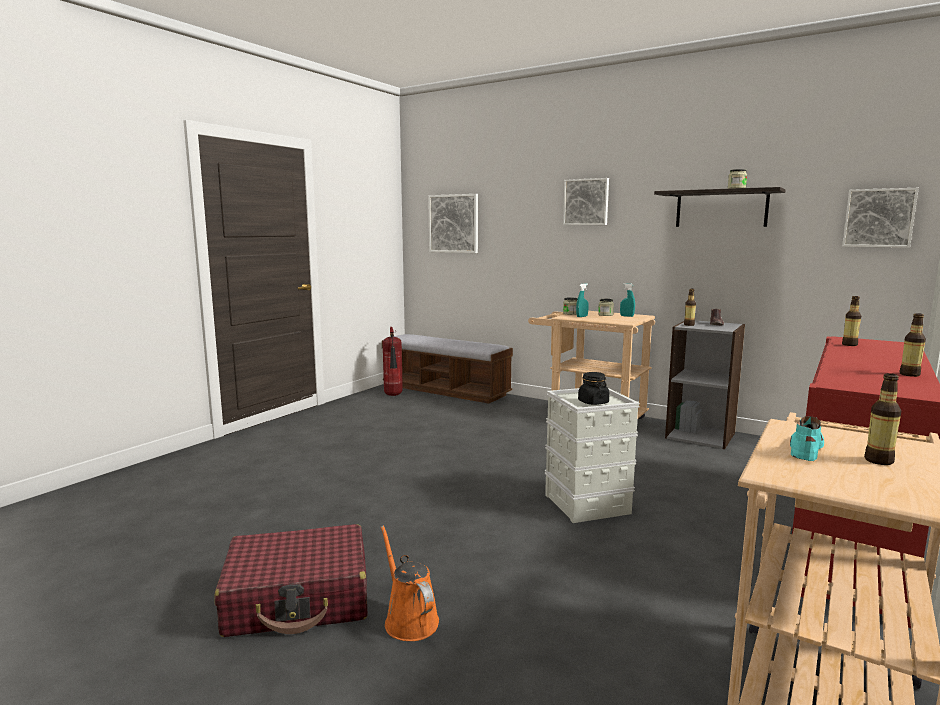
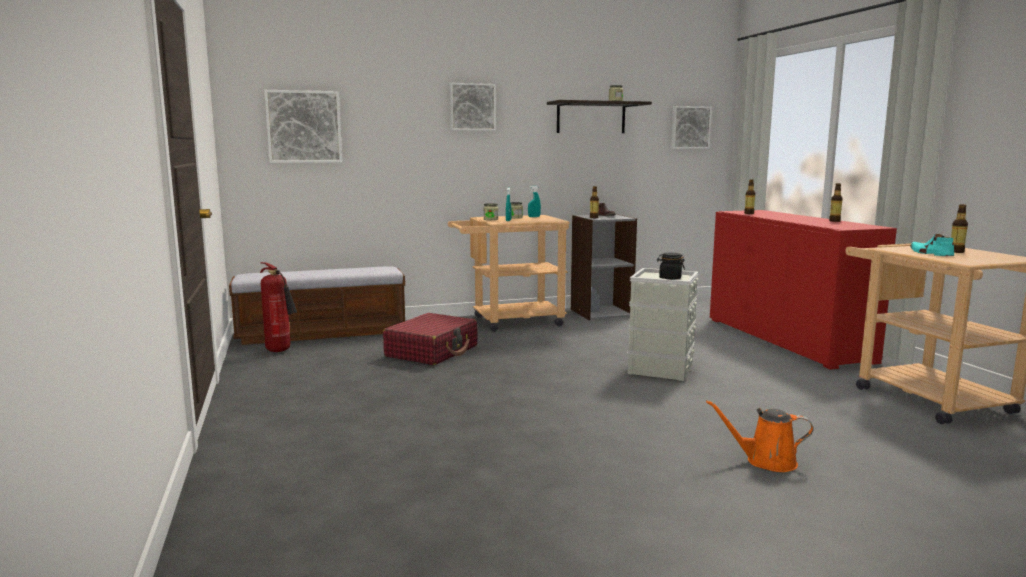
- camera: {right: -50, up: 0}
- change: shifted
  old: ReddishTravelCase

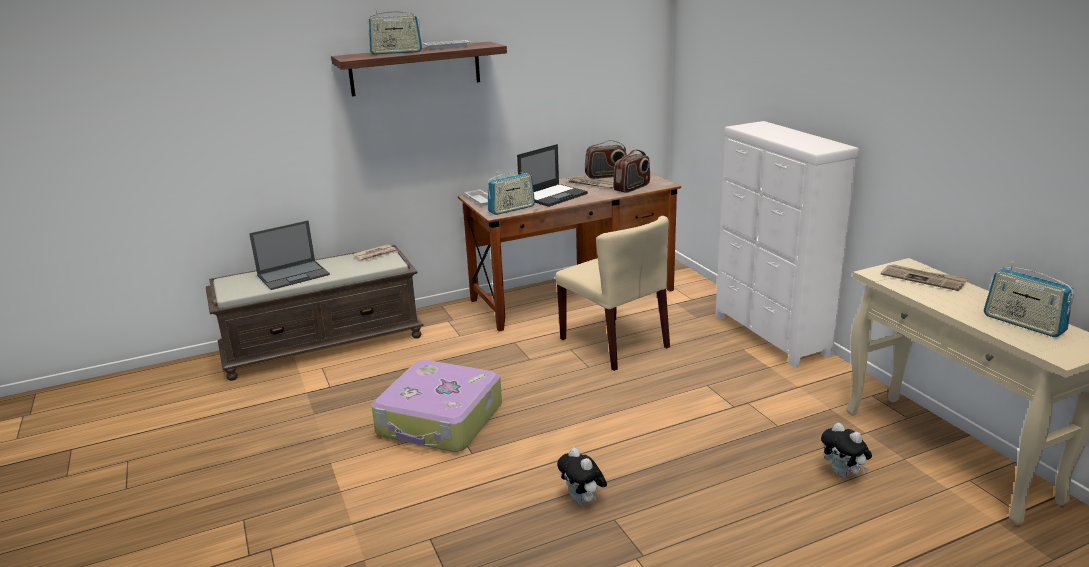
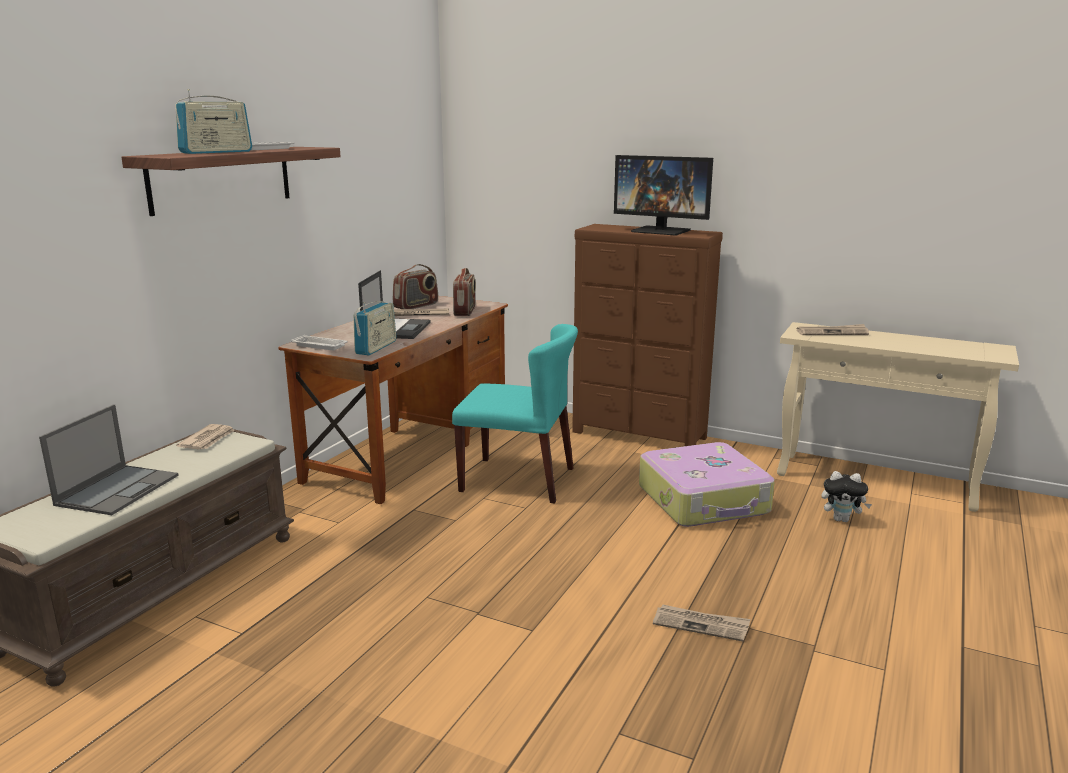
- camera: {right: -40, up: -5}
- change: repainted
  old: WhiteColouredDrawerChest
  new: BrownDrawerChest
- change: repainted
  old: BeigePlainChair
  new: BlueGreenPlainChair
- change: gone
  old: RadioReceiver (no. 5 from left)
- change: shifted
  old: TravelCase
- change: swapped
  old: PlushToy (no. 1 from left)
  new: PrintedPaper (no. 3 from left)
- change: new
  new: Monitor

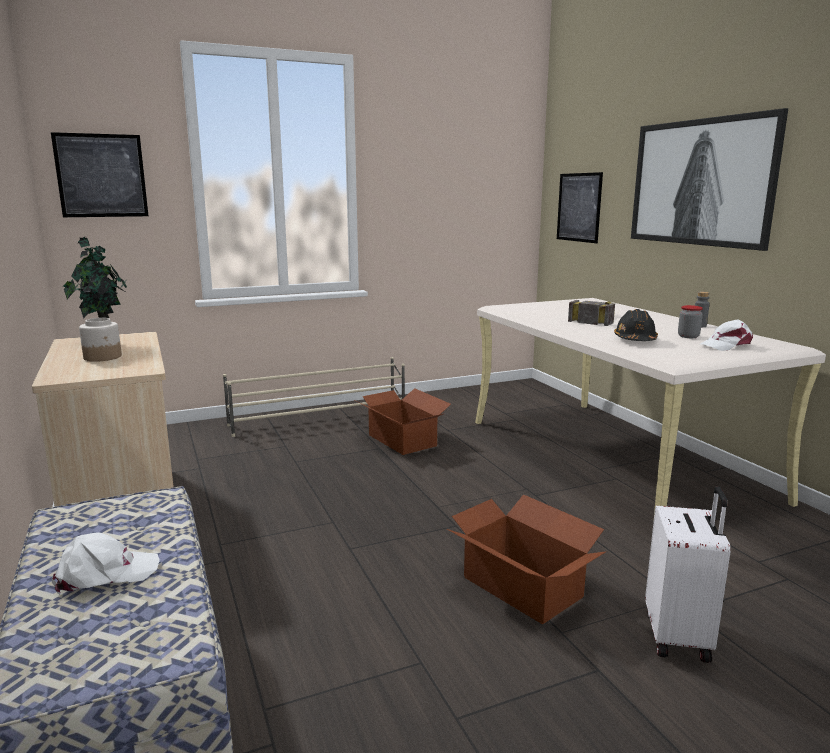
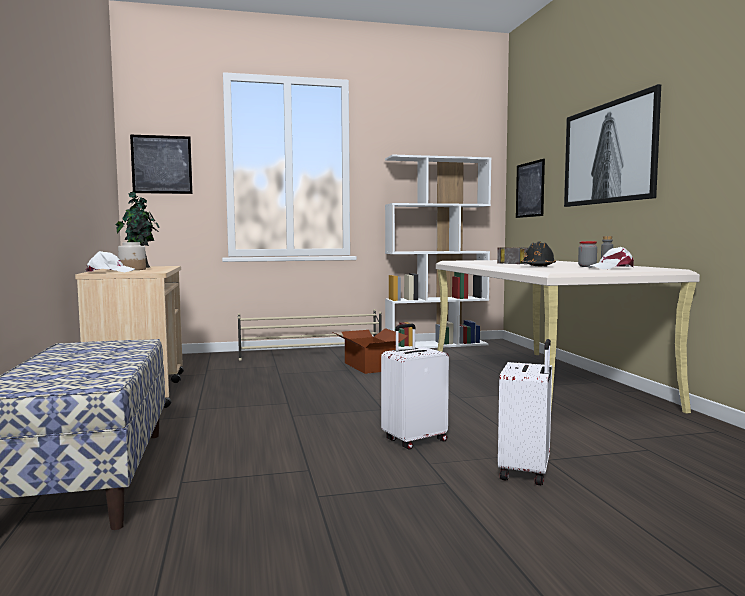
- camera: {right: 10, up: -10}
- change: swapped
  old: Carton (no. 2 from left)
  new: WhiteColouredTravelCase (no. 1 from left)
- change: shifted
  old: WhiteColouredCap (no. 1 from left)
- change: new
  new: WhiteColouredBookshelf

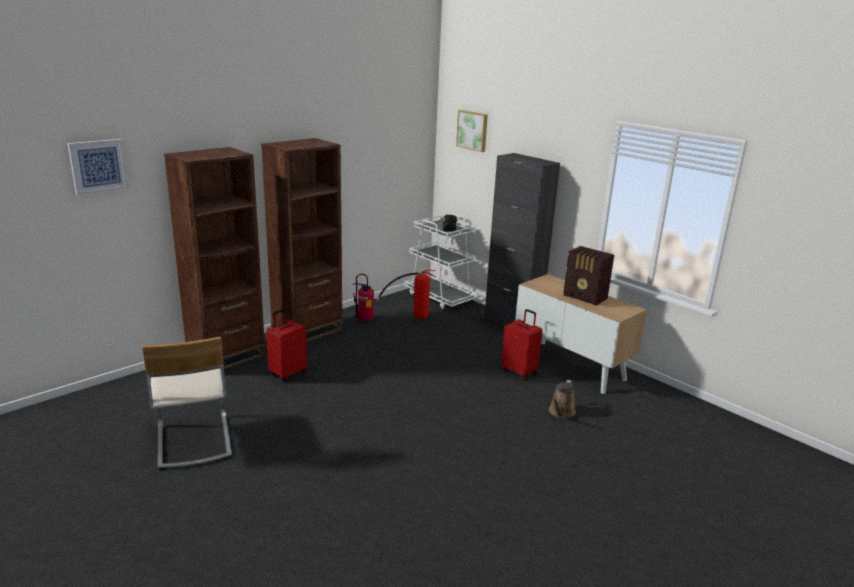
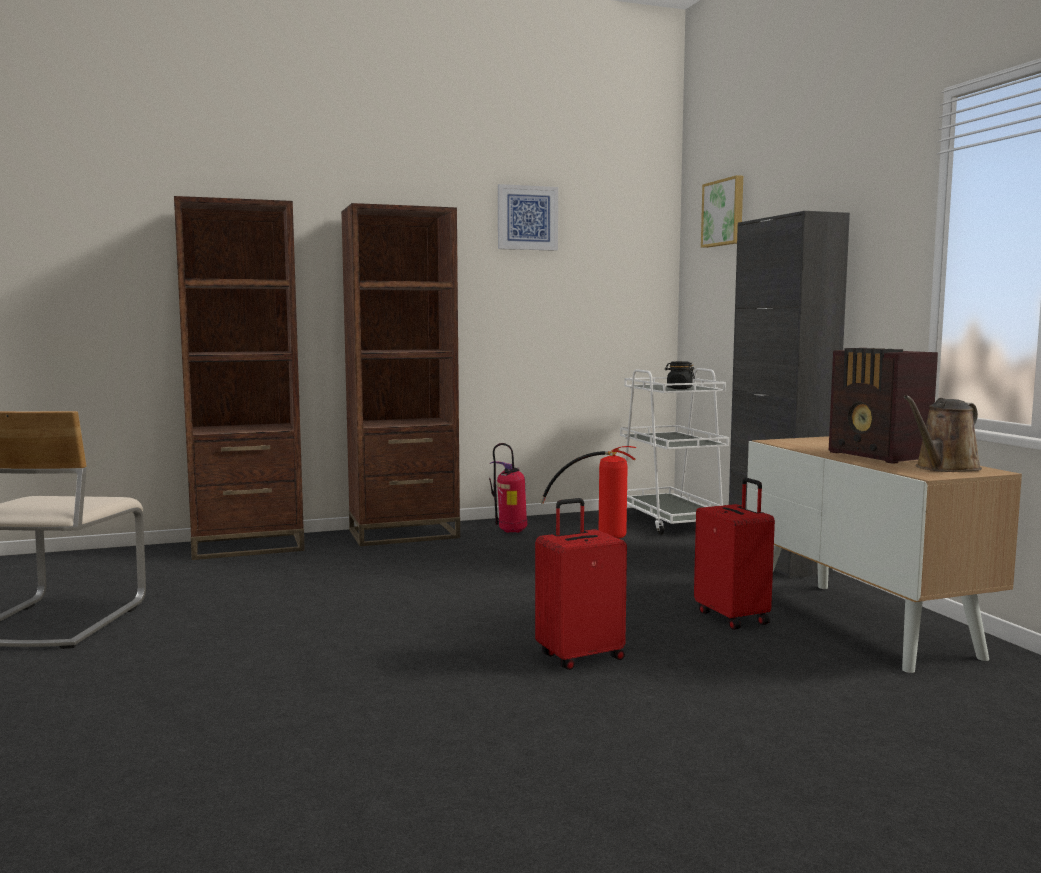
- camera: {right: 25, up: -15}
- change: shifted
  old: Picture (no. 1 from left)
- change: shifted
  old: ReddishTravelCase (no. 1 from left)
- change: shifted
  old: BrownWateringCan

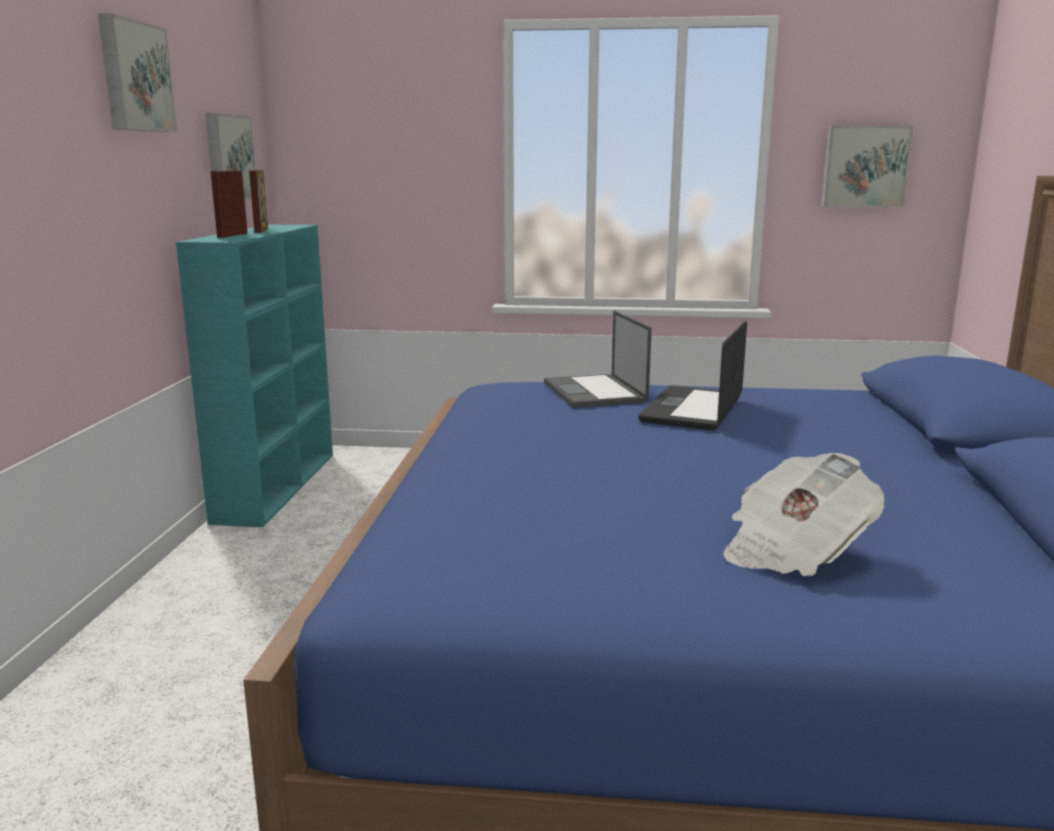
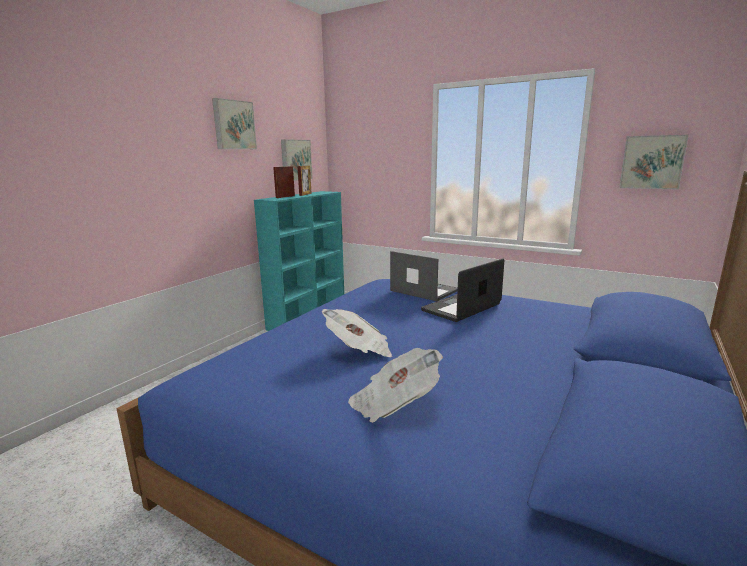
- camera: {right: 25, up: 0}
- change: rotated
  old: Laptop (no. 1 from left)
  degrees: 120
- change: new
  new: PrintedPaper (no. 1 from left)

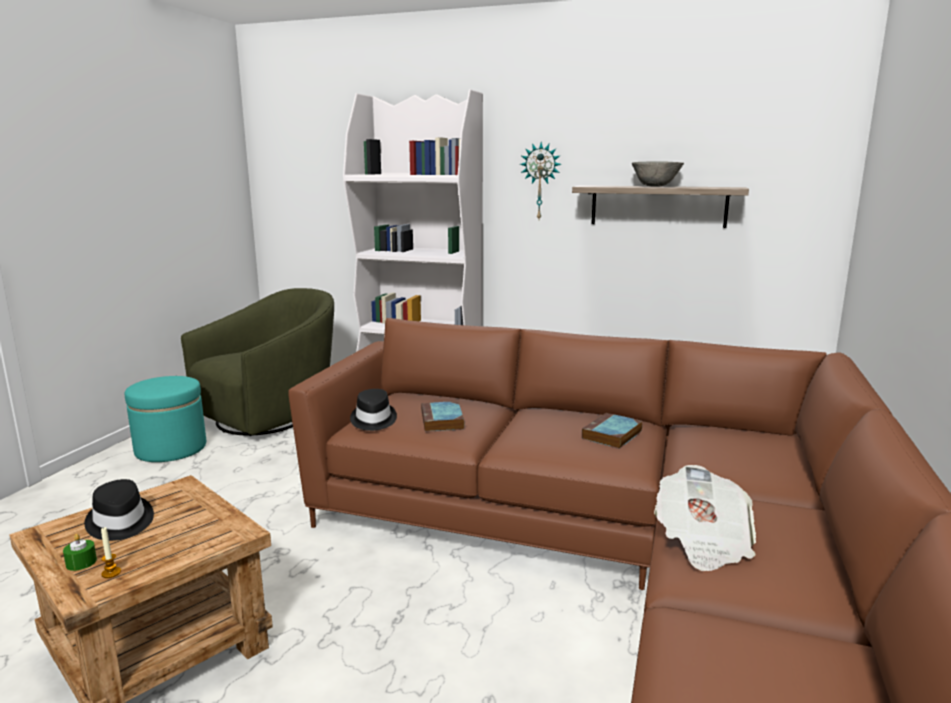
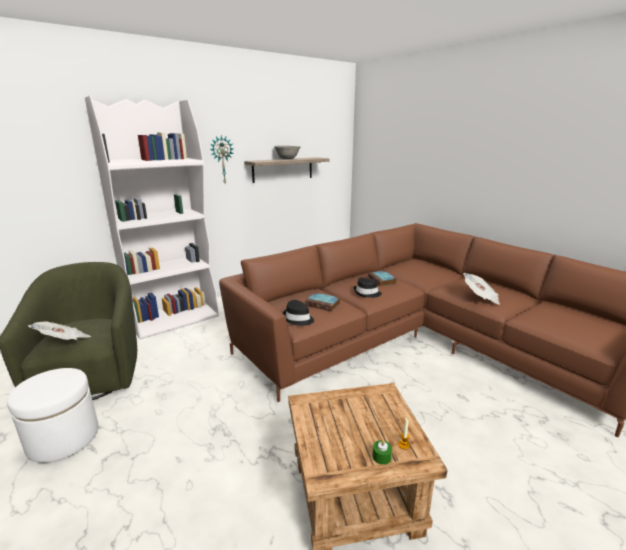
- camera: {right: -55, up: 5}
- change: repainted
  old: BlueGreenOttoman
  new: WhiteColouredOttoman
- change: shifted
  old: BlackishClothingHat (no. 1 from left in the first image)
  new: BlackishClothingHat (no. 2 from left)
- change: new
  new: PrintedPaper (no. 1 from left)

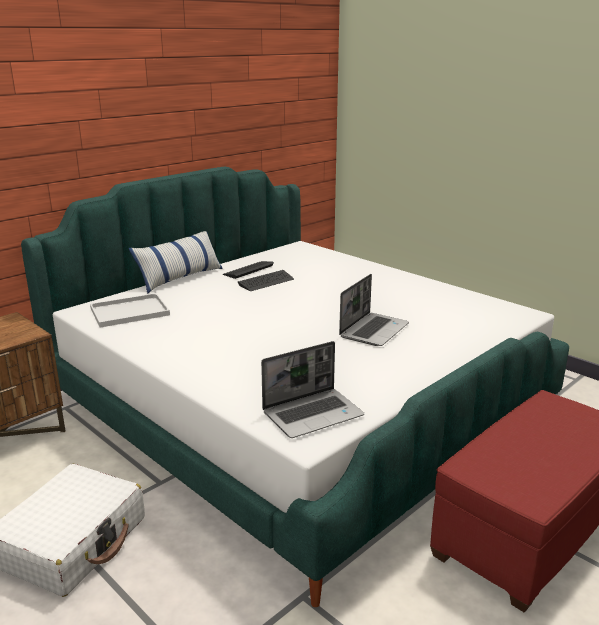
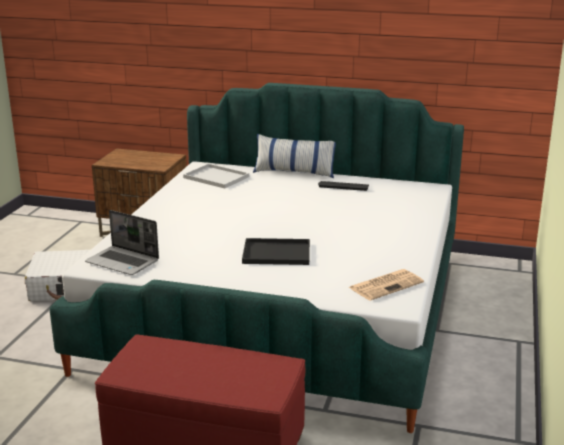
- camera: {right: 60, up: 0}
- change: gone
  old: ComputerKeyboard (no. 2 from left)
- change: swapped
  old: Laptop (no. 2 from left)
  new: BlackishCarryingTray
- change: new
  new: PrintedPaper

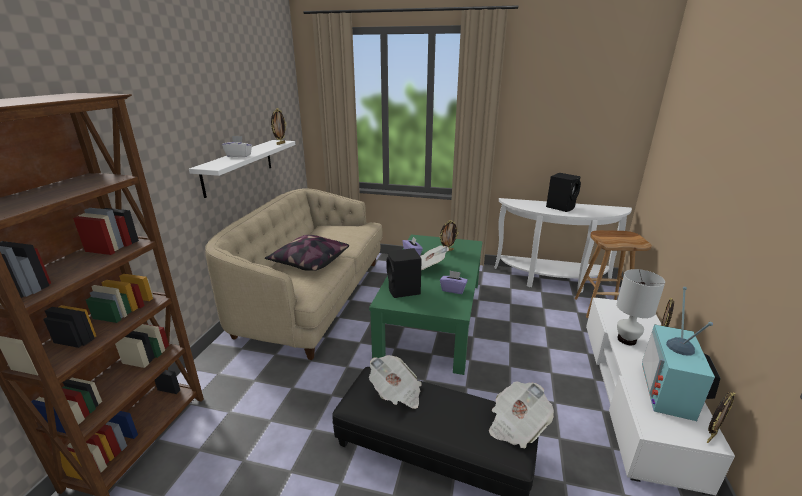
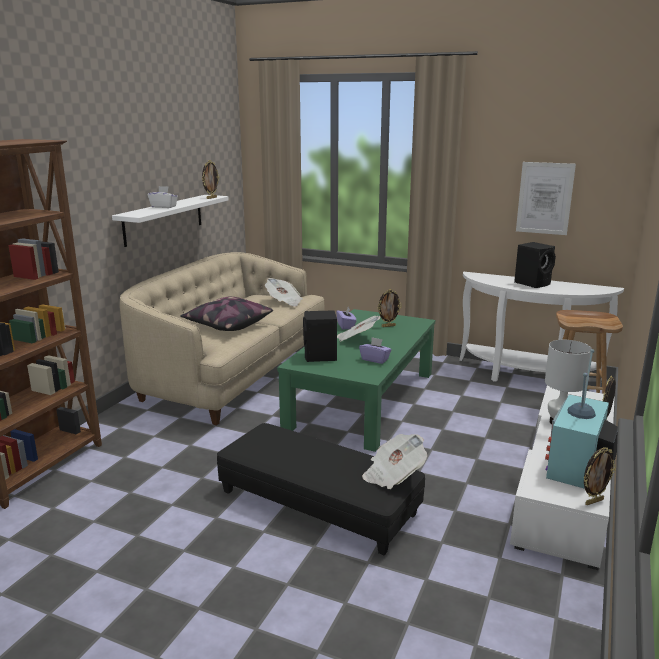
- camera: {right: 10, up: -5}
- change: shifted
  old: PrintedPaper (no. 1 from left)
- change: new
  new: Picture

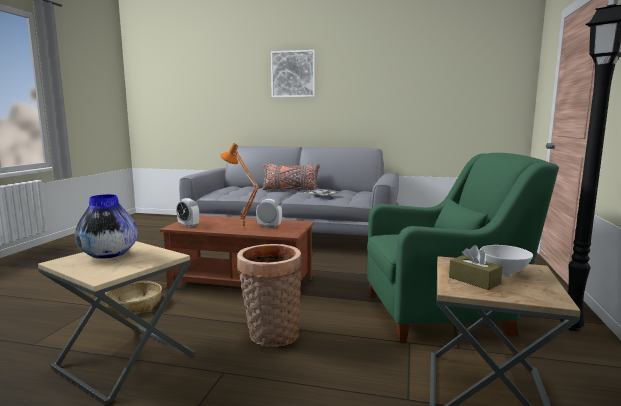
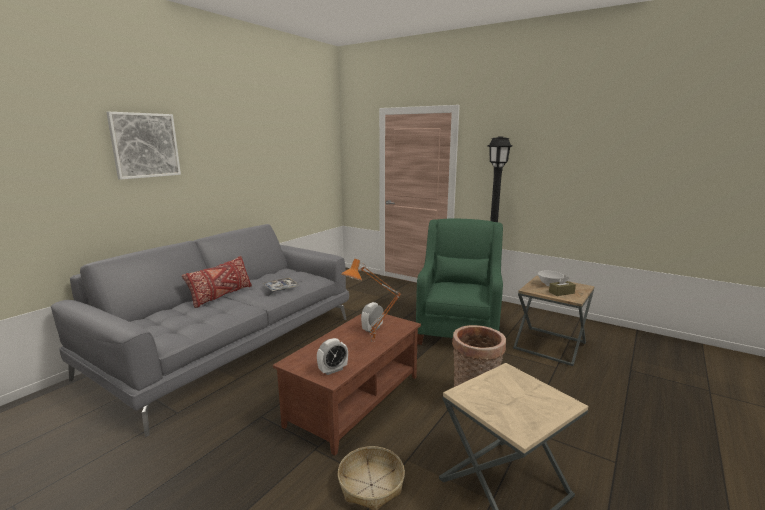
- camera: {right: -70, up: 5}
- change: repainted
  old: GreyishPillow
  new: ReddishPillow
- change: gone
  old: Vase

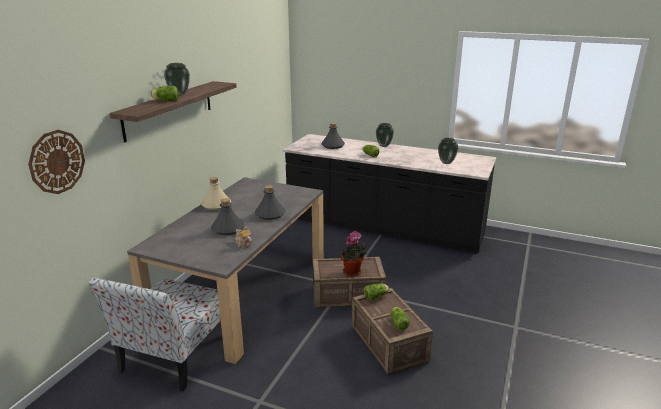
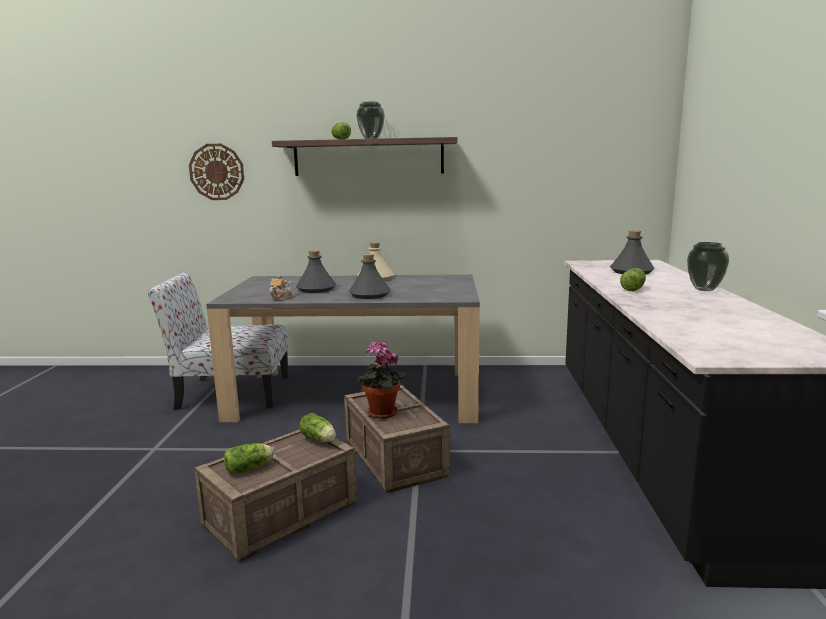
- camera: {right: 70, up: -10}
- change: gone
  old: Vase (no. 3 from left)

